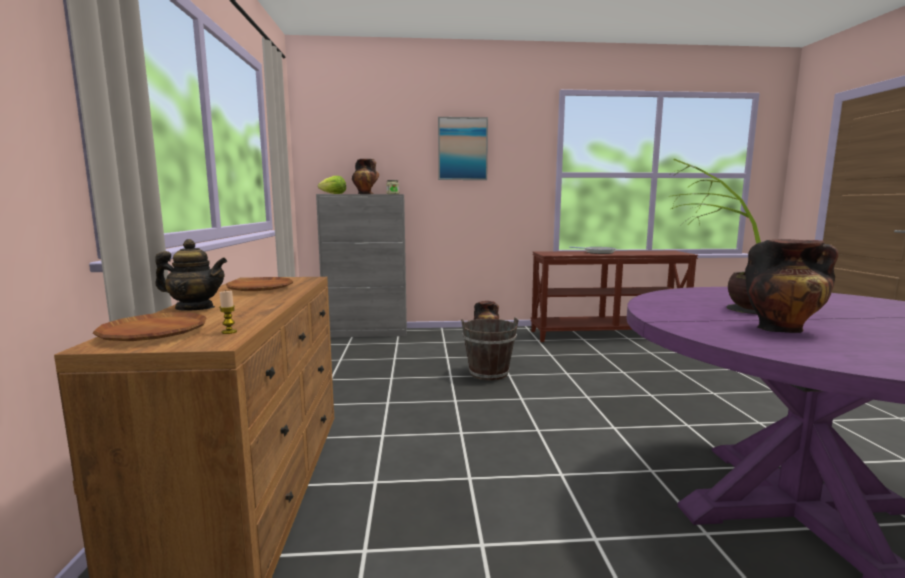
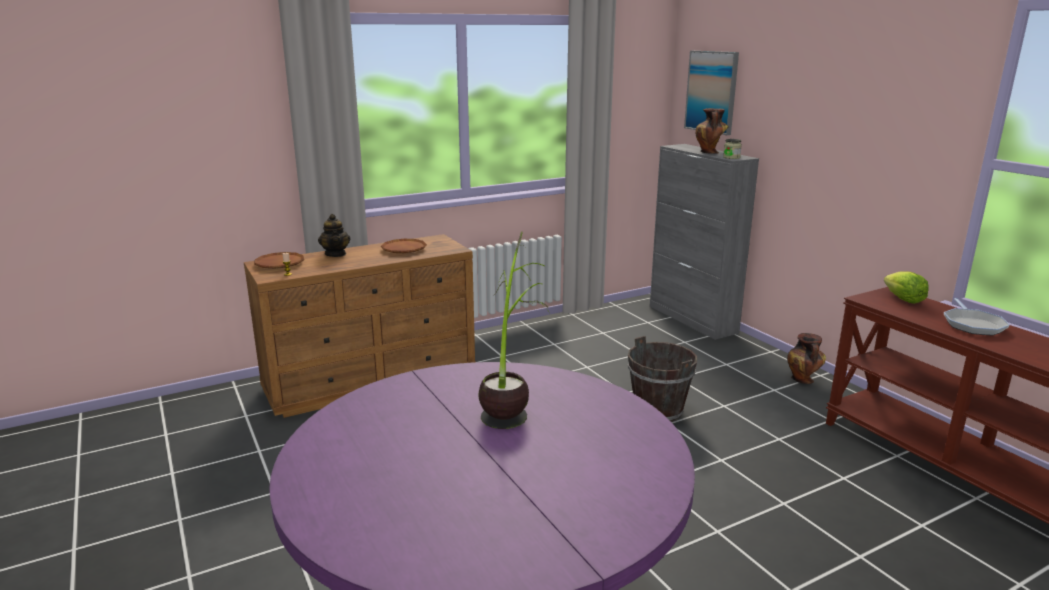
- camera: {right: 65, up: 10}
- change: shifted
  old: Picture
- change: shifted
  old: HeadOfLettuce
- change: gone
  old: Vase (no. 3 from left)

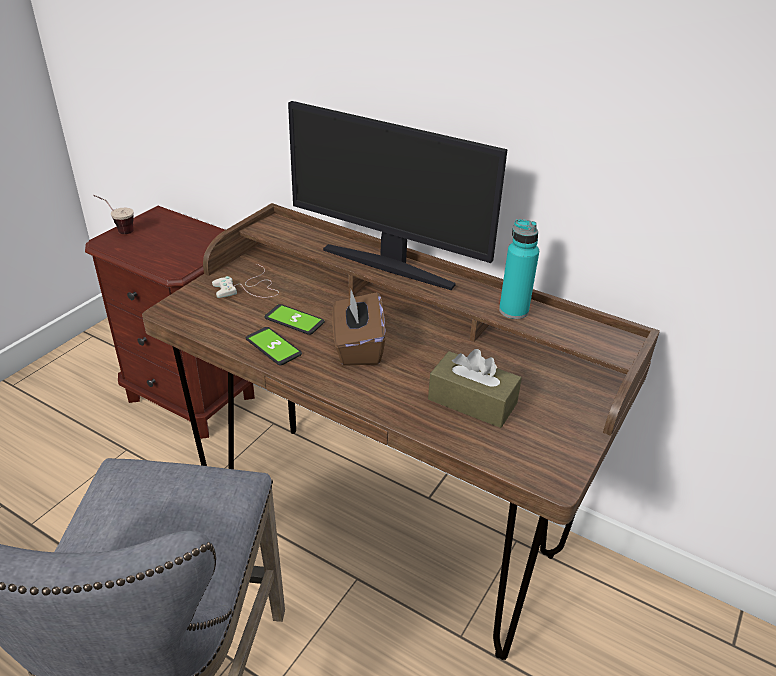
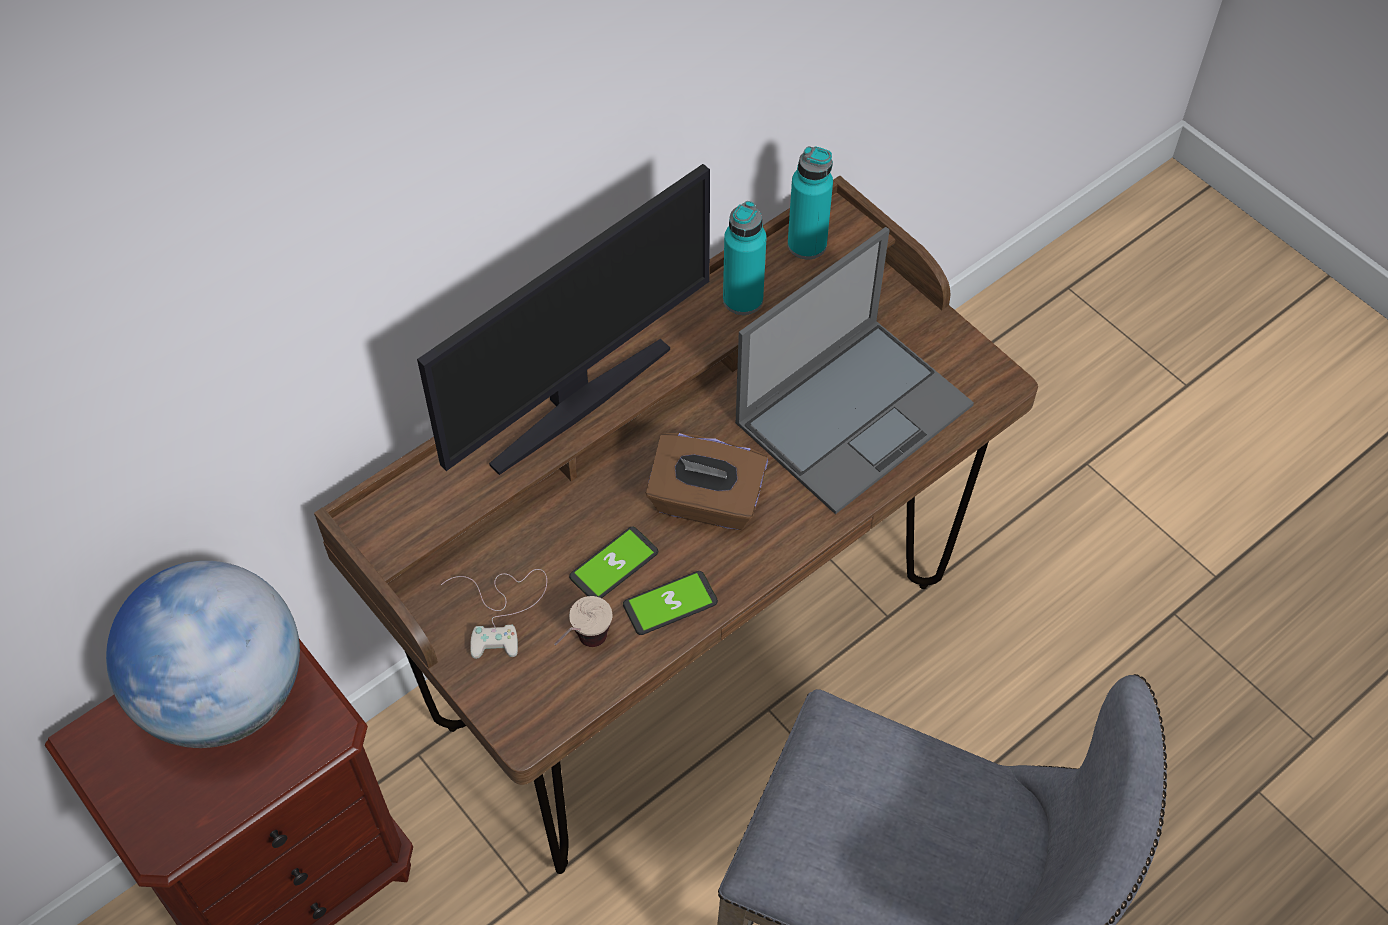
- camera: {right: -70, up: 20}
- change: shifted
  old: DrinkingCup
- change: swapped
  old: BrownTissueBox (no. 2 from left)
  new: Laptop
- change: new
  new: BlueGreenDrinkBottle (no. 2 from left)
- change: new
  new: Globe

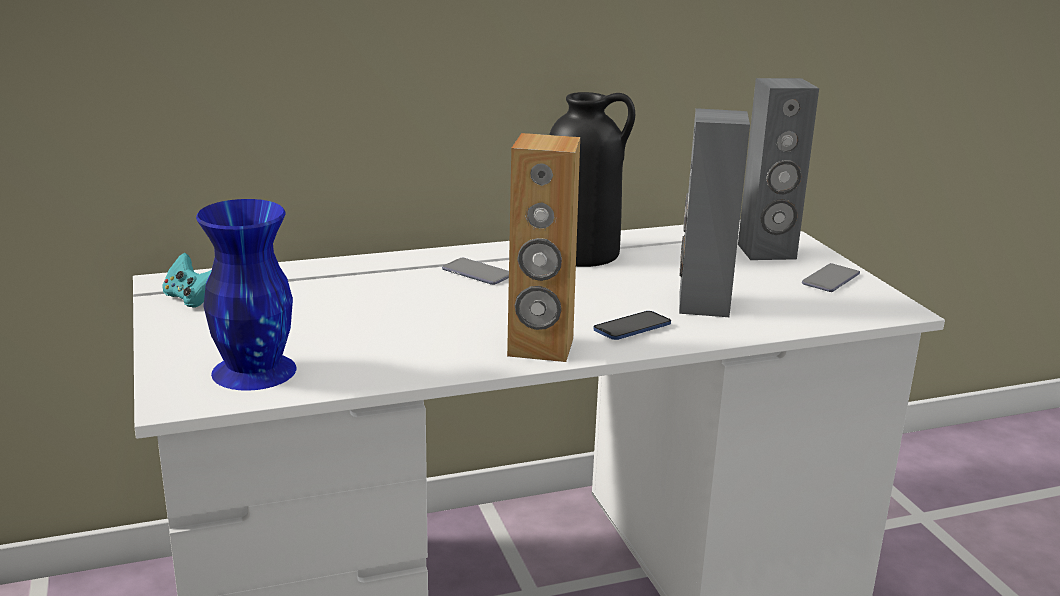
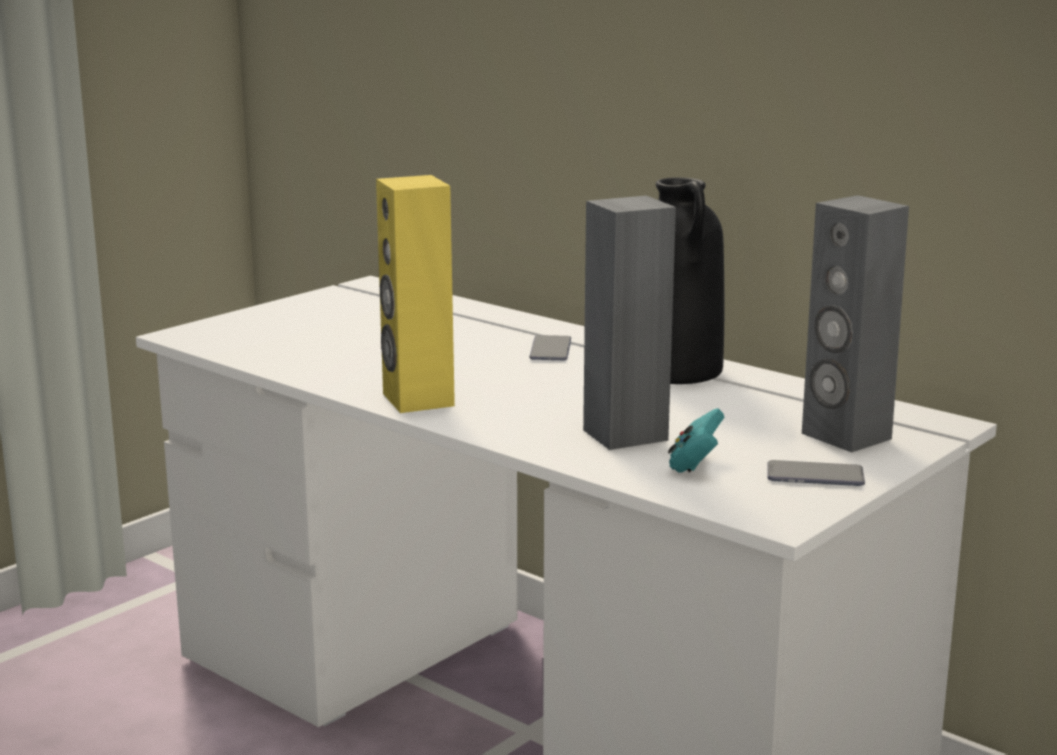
- camera: {right: 60, up: -5}
- change: repainted
  old: BrownLoudspeaker
  new: YellowishLoudspeaker
- change: gone
  old: BlueColouredVase
- change: shifted
  old: BlueGreenGamepad
- change: gone
  old: Telephone (no. 2 from left)

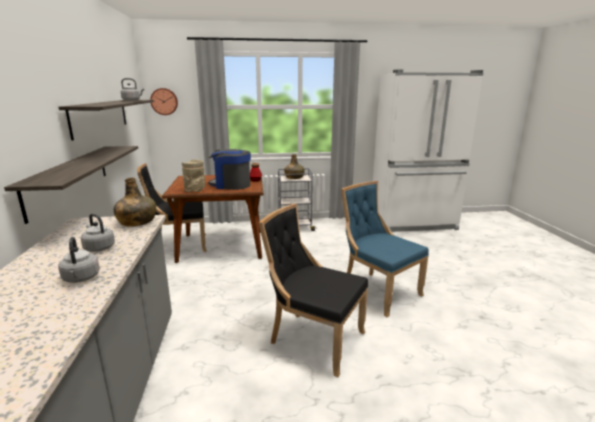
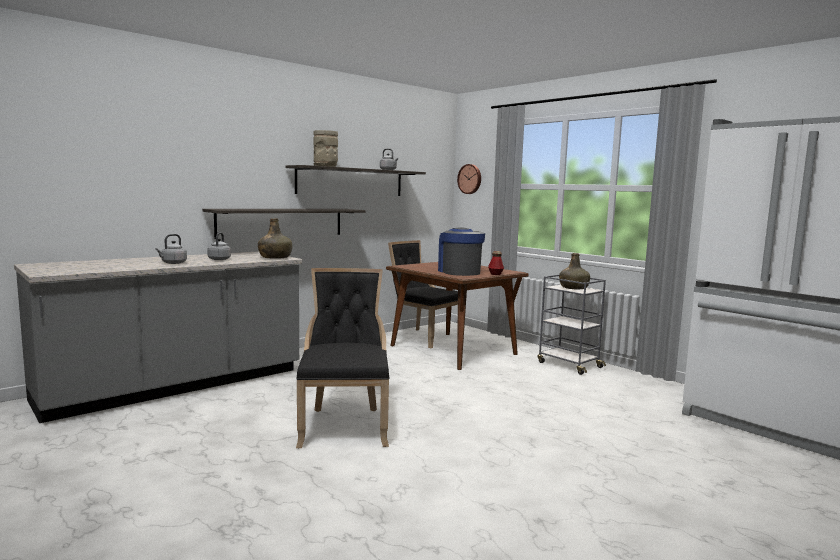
- camera: {right: 55, up: -10}
- change: shifted
  old: BeigeVase
- change: gone
  old: BlueColouredPlainChair

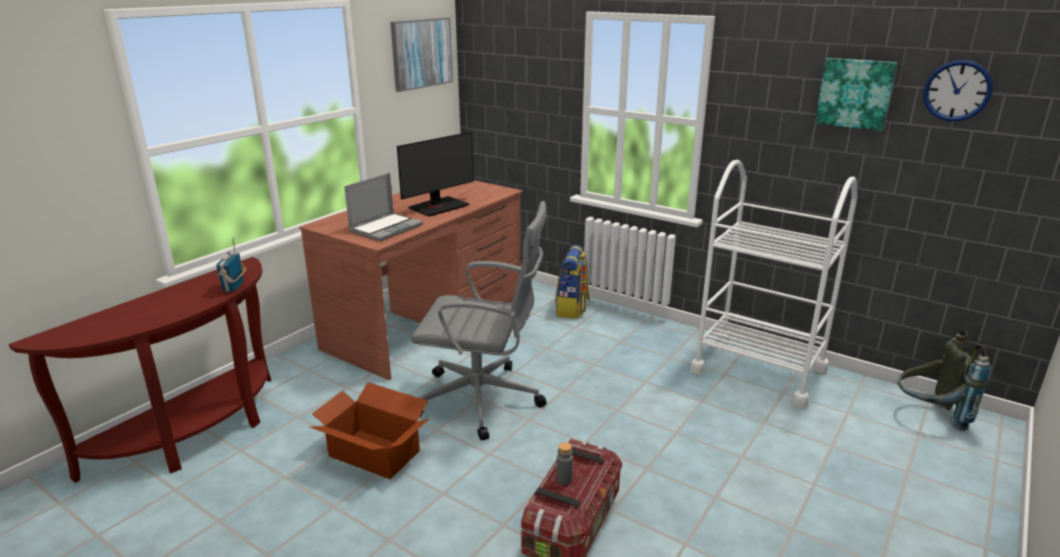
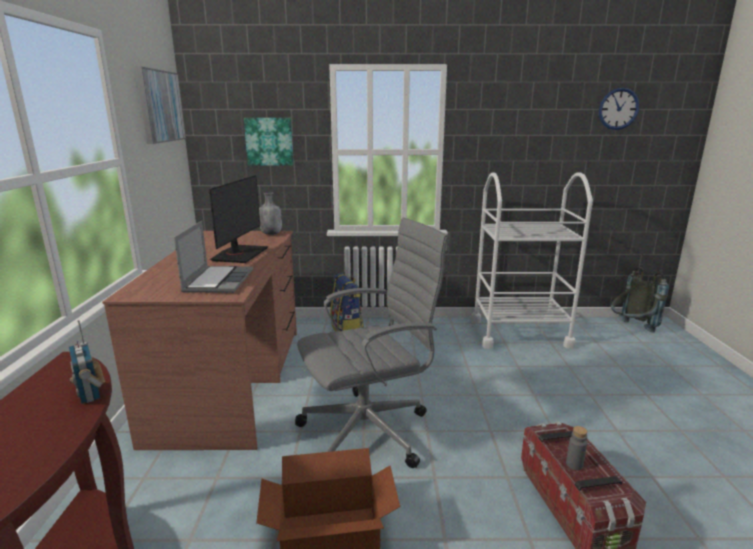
- camera: {right: -35, up: -5}
- change: shifted
  old: Picture (no. 2 from left)
- change: new
  new: GreyishDrinkBottle (no. 1 from left)

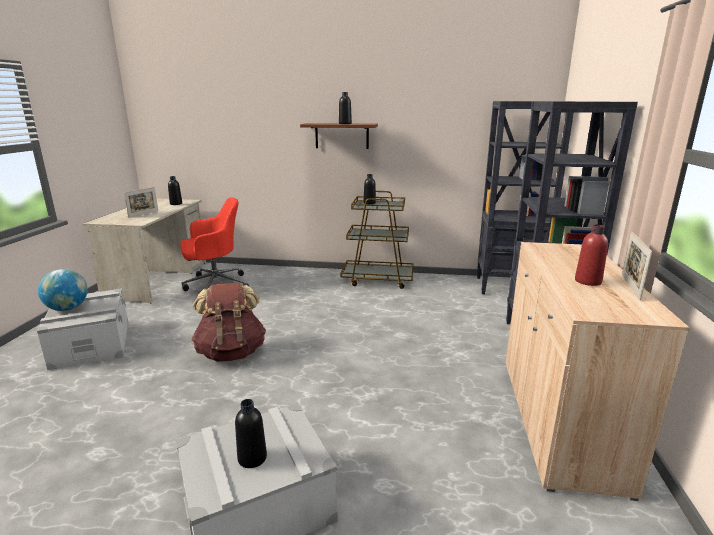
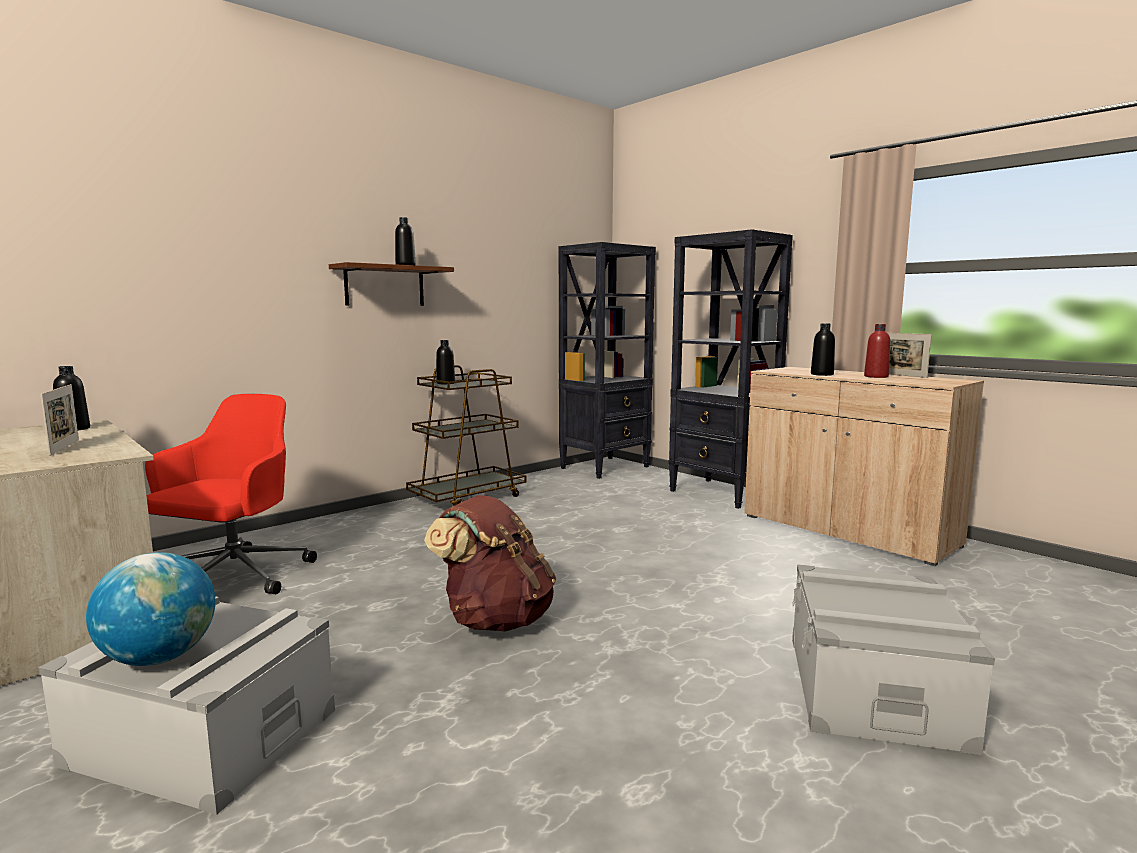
- camera: {right: -50, up: -10}
- change: shifted
  old: BlackishDrinkBottle (no. 2 from left in the first image)
  new: BlackishDrinkBottle (no. 4 from left)

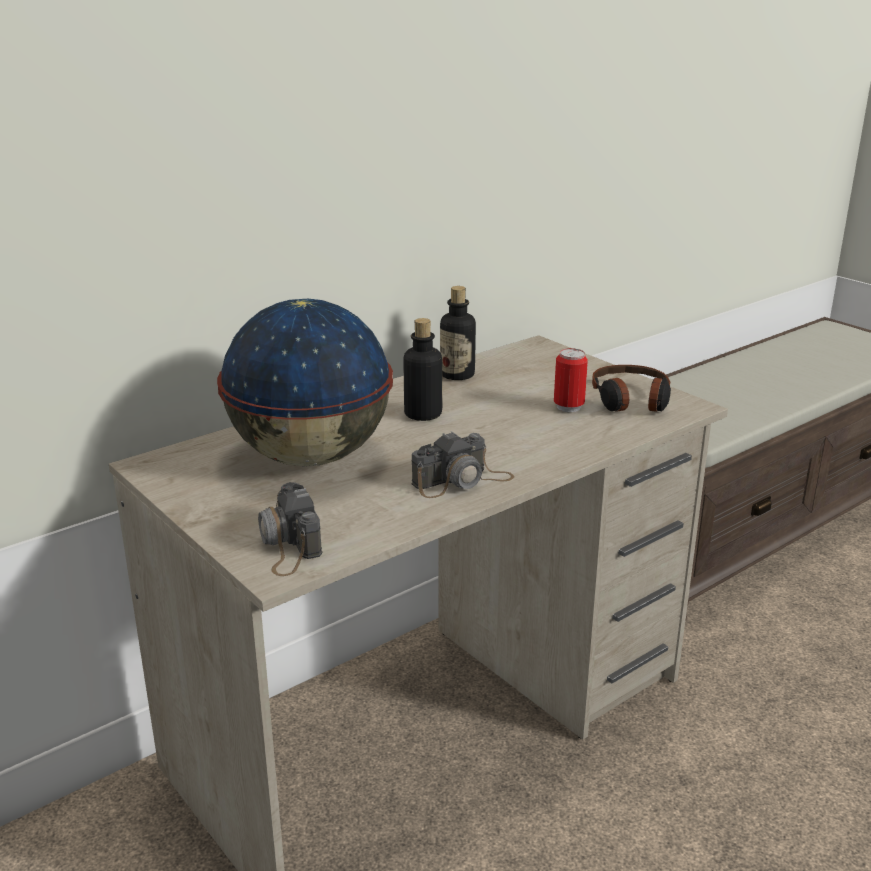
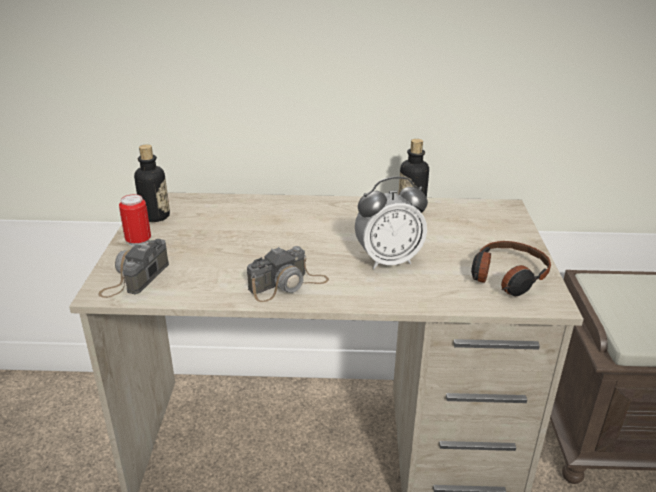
- camera: {right: 40, up: 5}
- change: gone
  old: Globe
- change: shifted
  old: DrinkBottle (no. 1 from left)
- change: shifted
  old: MetalCan
- change: rotated
  old: StillCamera (no. 2 from left)
  degrees: -45
- change: new
  new: TableClock

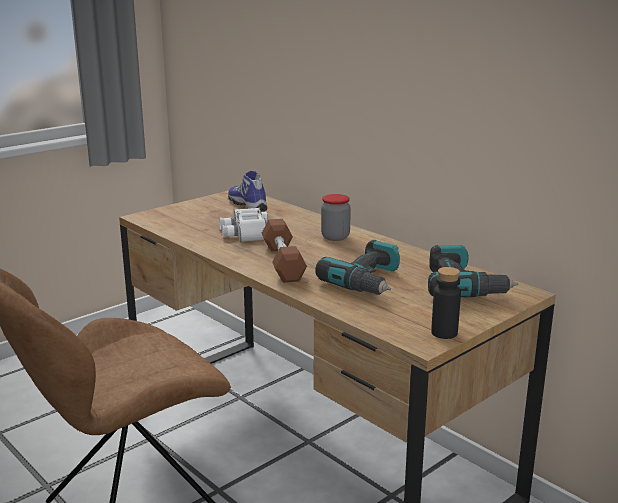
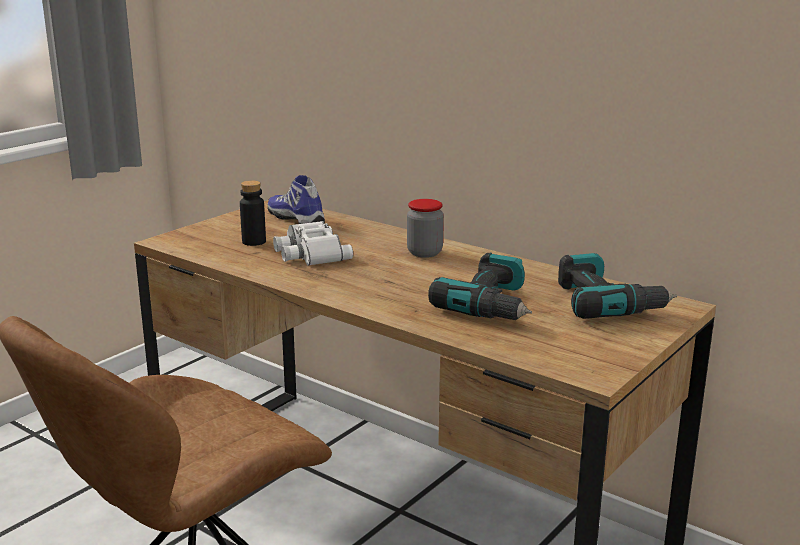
- camera: {right: -10, up: 0}
- change: gone
  old: BrownFreeWeight
- change: shifted
  old: BlackishDrinkBottle

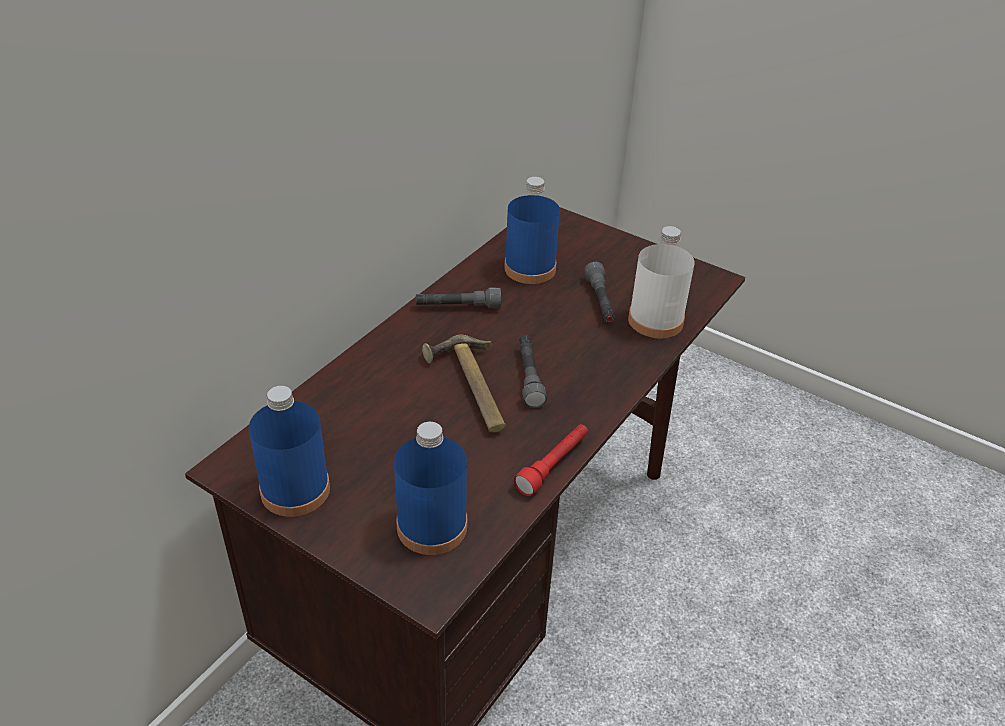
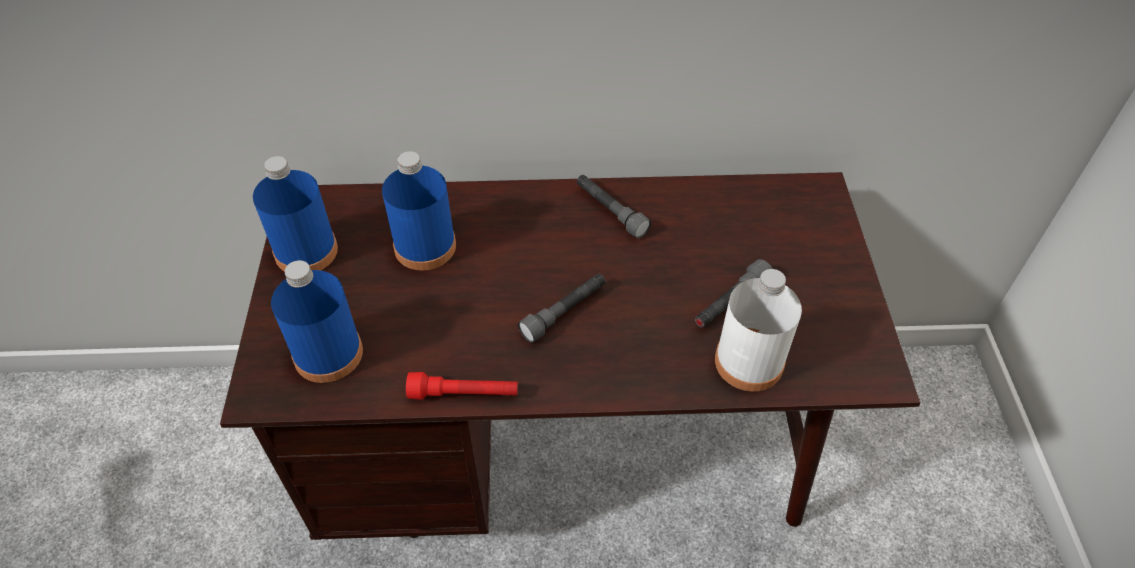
- camera: {right: 55, up: 10}
- change: shifted
  old: BlueColouredDrinkBottle (no. 3 from left)
- change: gone
  old: HandHammer

